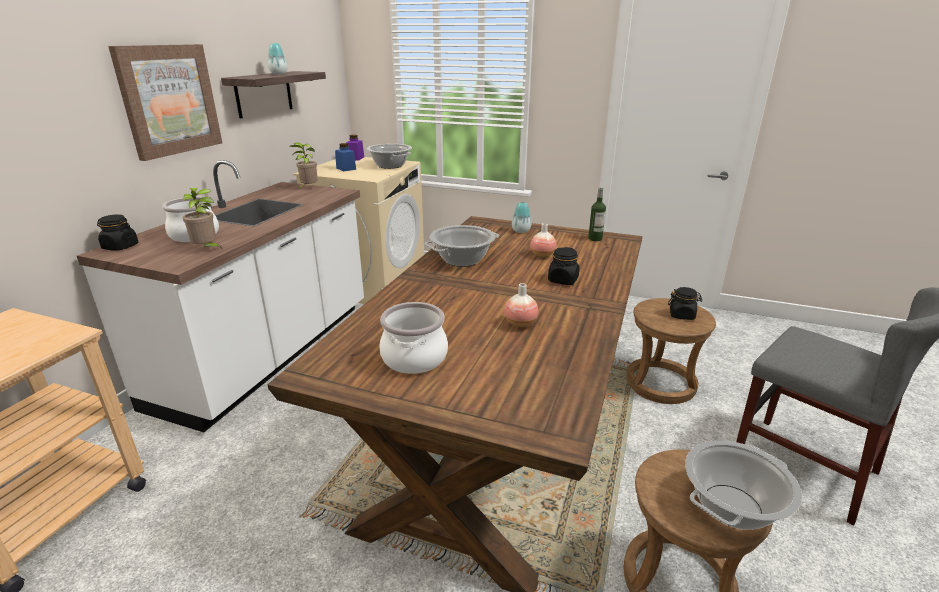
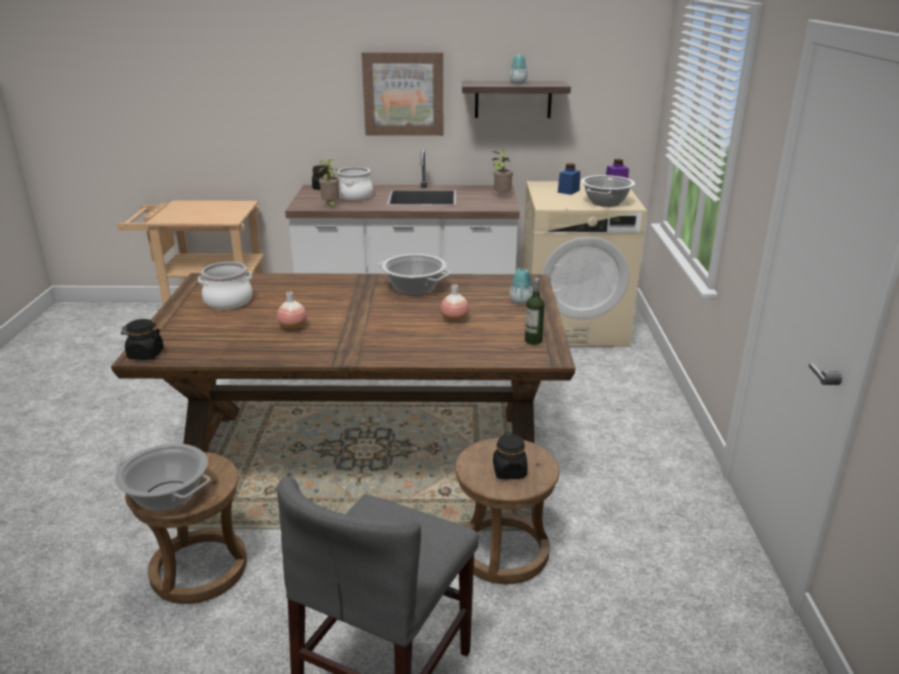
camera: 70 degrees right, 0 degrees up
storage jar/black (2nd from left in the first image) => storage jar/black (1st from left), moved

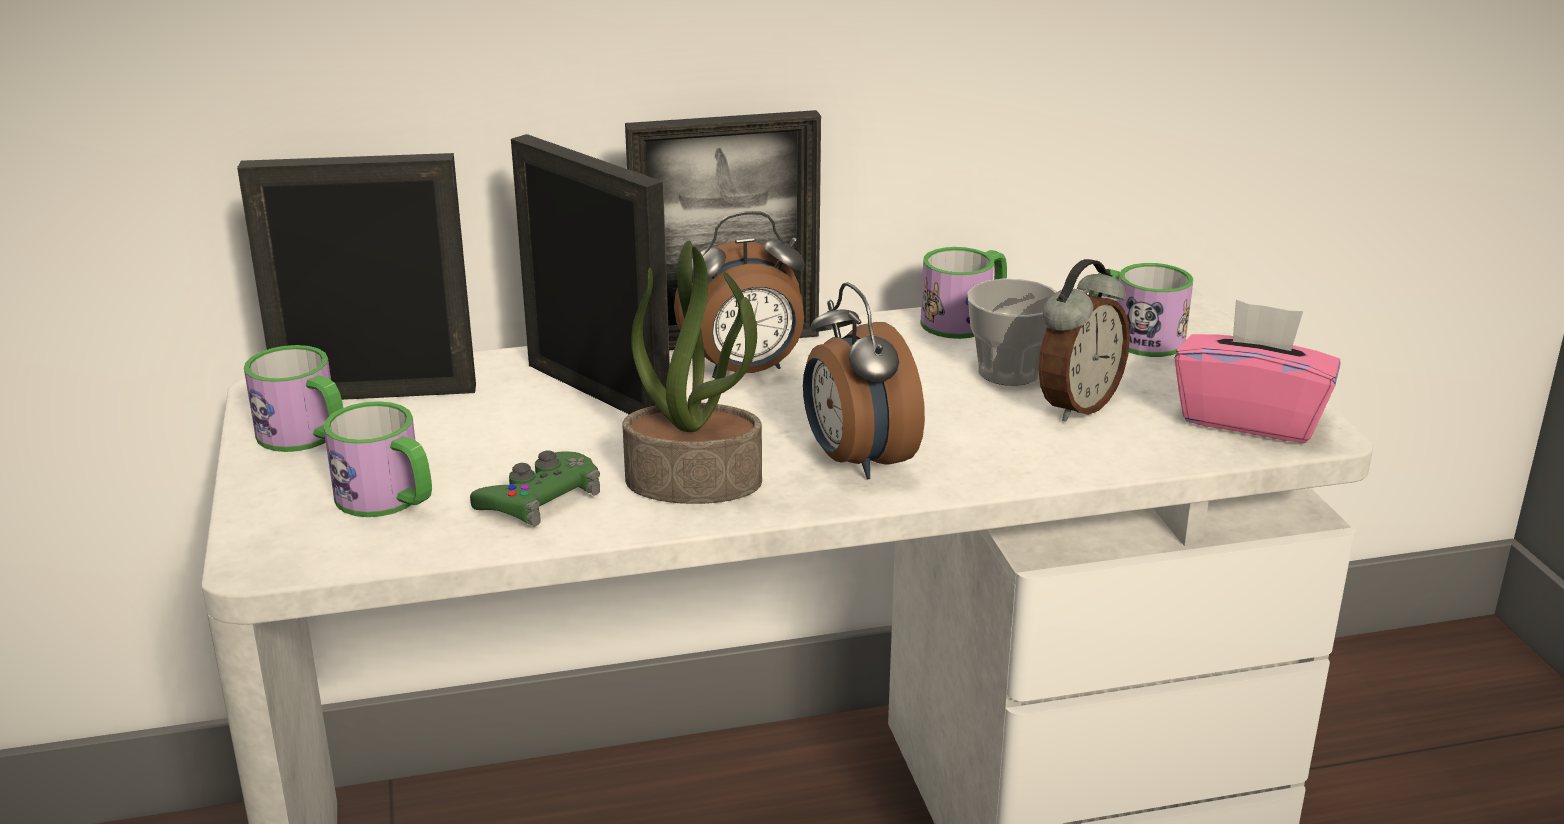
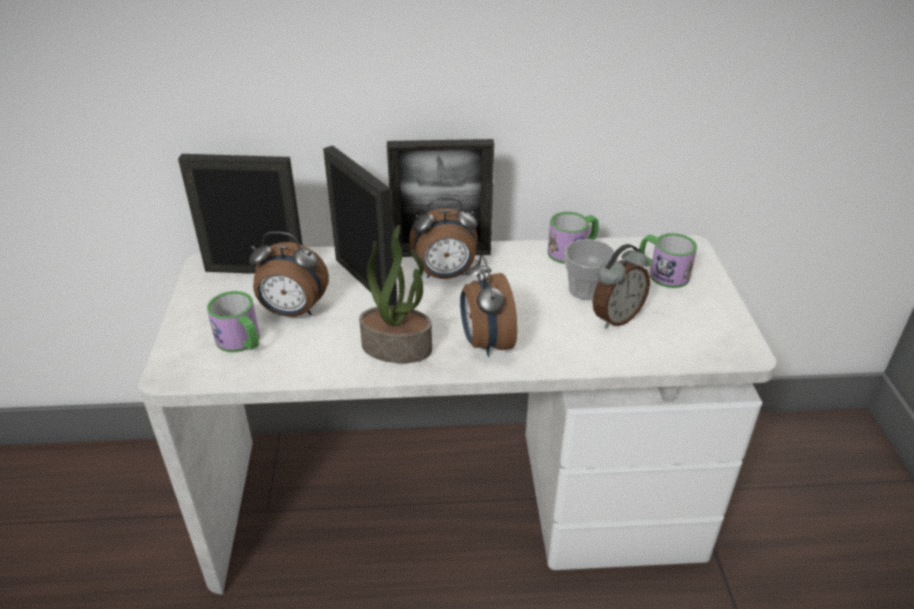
camera: 10 degrees right, 10 degrees up
nothing => table clock (1st from left)
coffee mug (1st from left) => nothing
joypad/greenish => nothing
box of tissues/pinkish => nothing

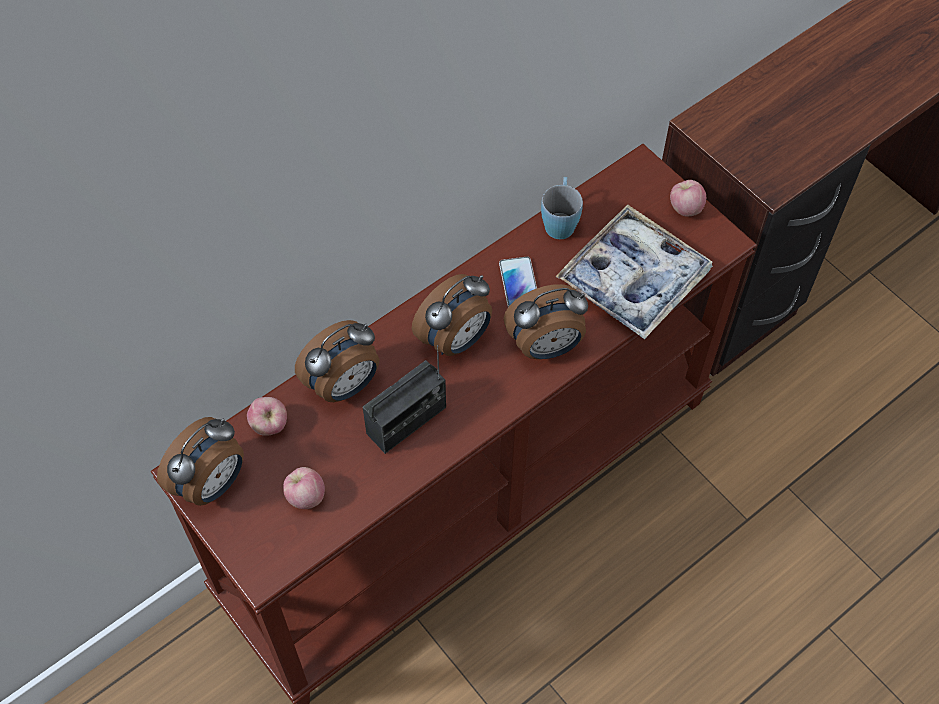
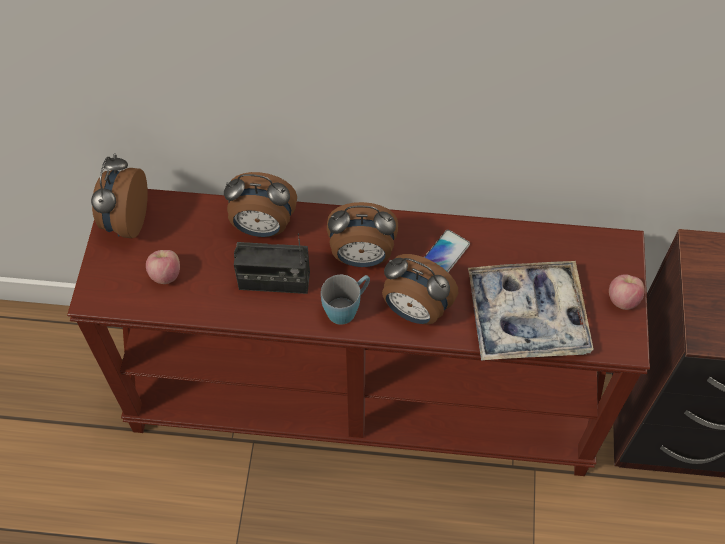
camera: 45 degrees right, 0 degrees up
table clock (1st from left), 105 degrees clockwise
coffee mug/blue, moved
apple fruit (1st from left) => nothing

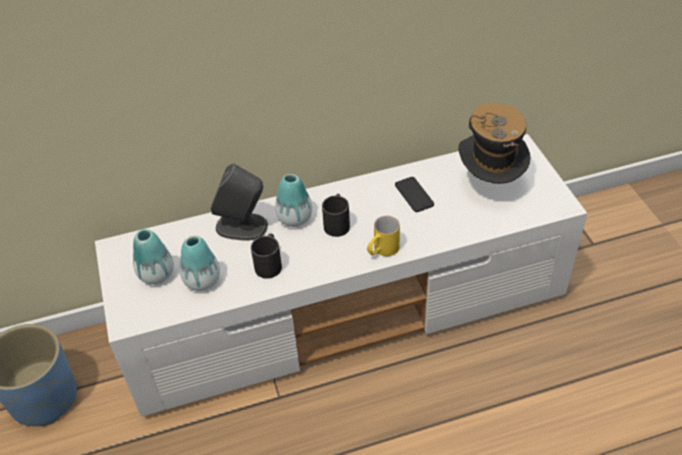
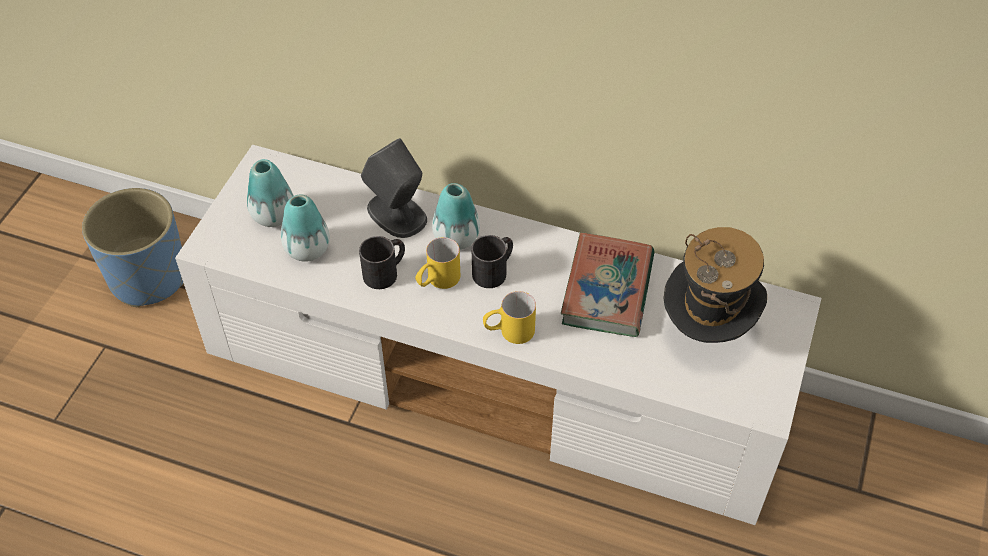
camera: 35 degrees right, 5 degrees up
nothing => coffee mug/yellowish (1st from left)
phone => volume

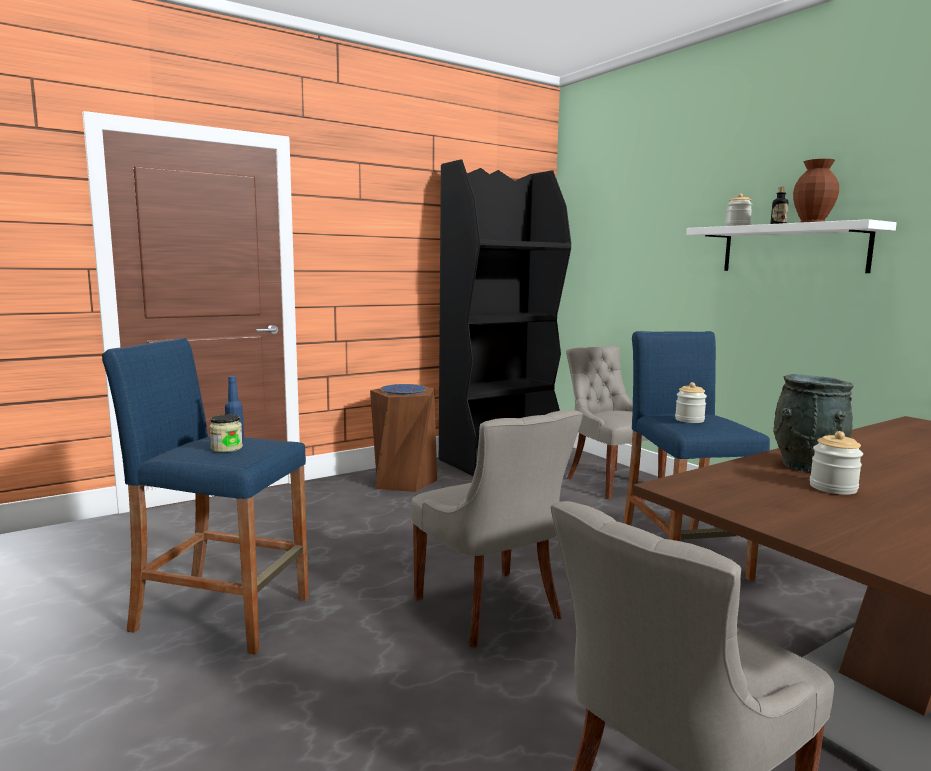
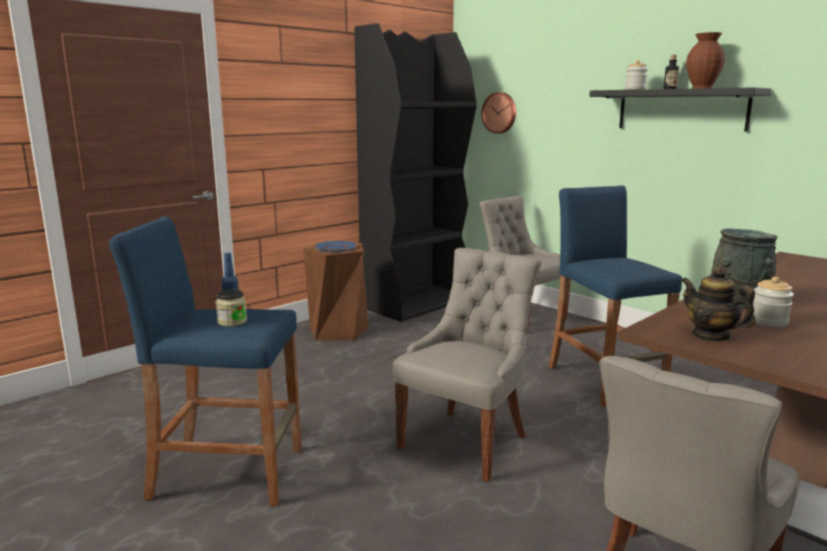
camera: 10 degrees left, 5 degrees up
plain chair/grey (1st from left), 105 degrees counterclockwise
nothing => wall clock
bracket shelf/whitish => bracket shelf/black
nothing => pot for tea
storage jar (2nd from left) => nothing

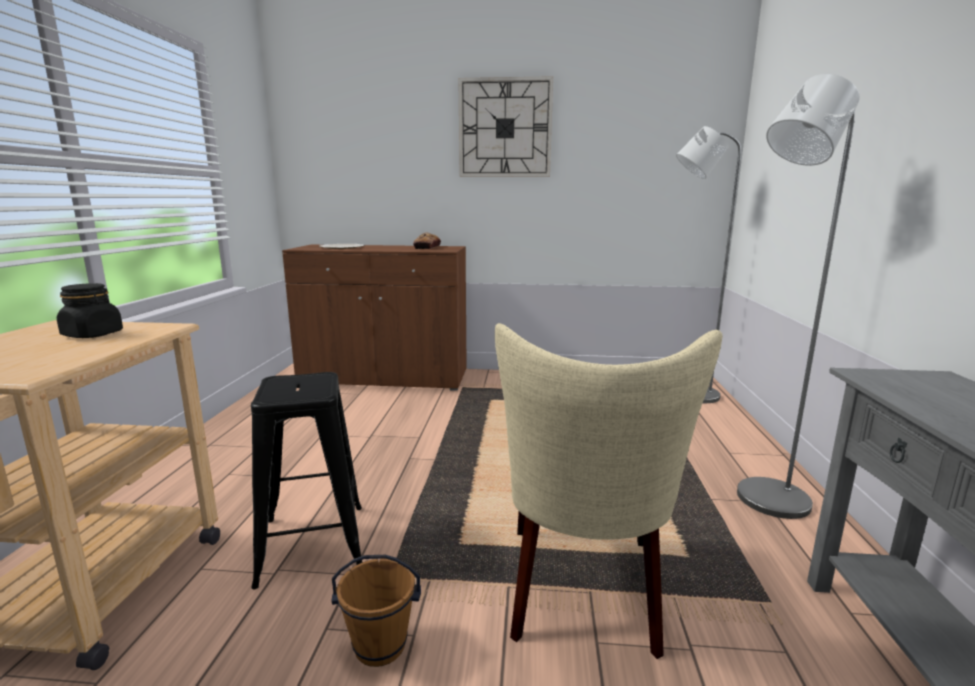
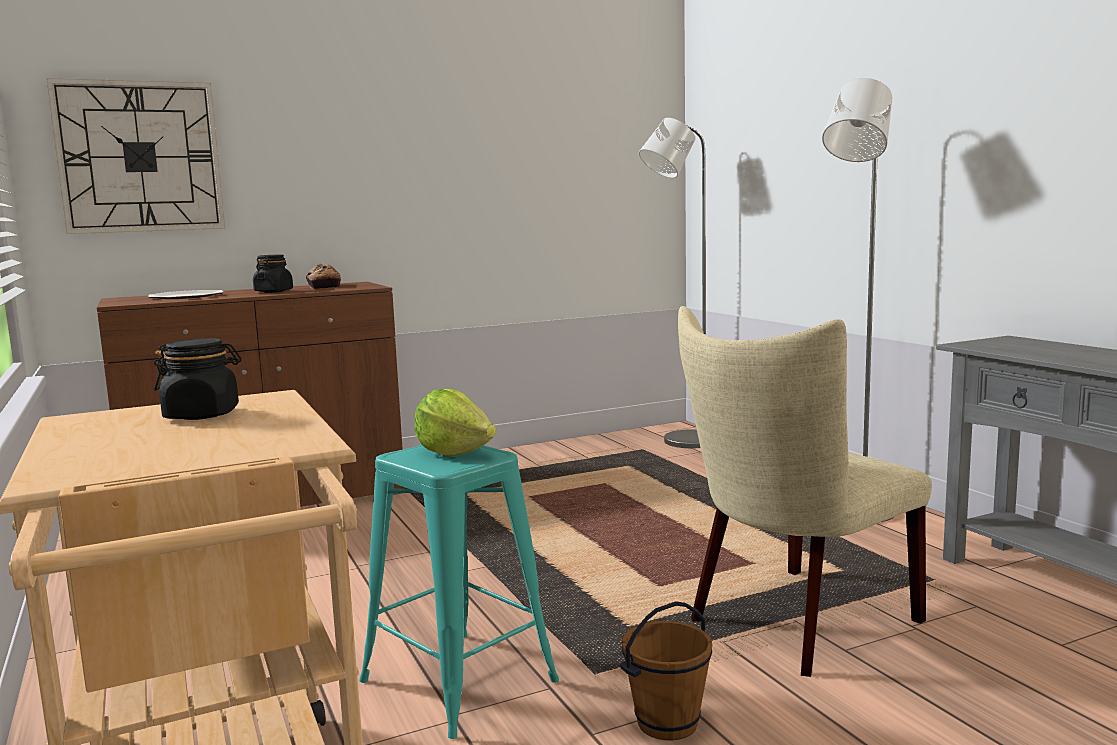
camera: 30 degrees left, 5 degrees down
wall clock, moved
nothing => storage jar/black (2nd from left)
stool/black => stool/blue-green
nothing => head of lettuce
plain chair/beige, 75 degrees clockwise

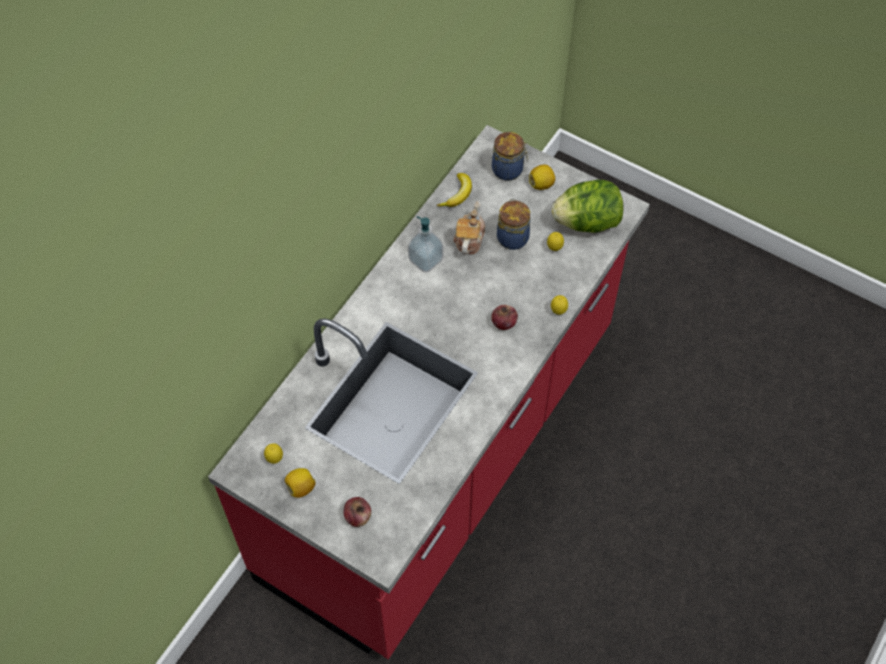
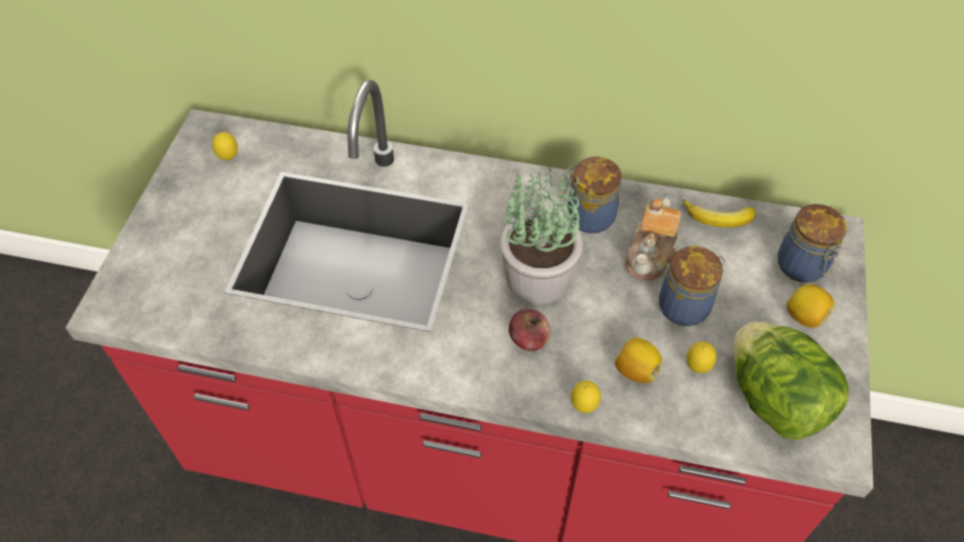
camera: 70 degrees right, 5 degrees down
nothing => houseplant
soap dispenser => storage jar (1st from left)
lemon (2nd from left in the first image) => lemon (3rd from left), moved
pot for tea, 120 degrees clockwise
apple fruit (1st from left) => nothing

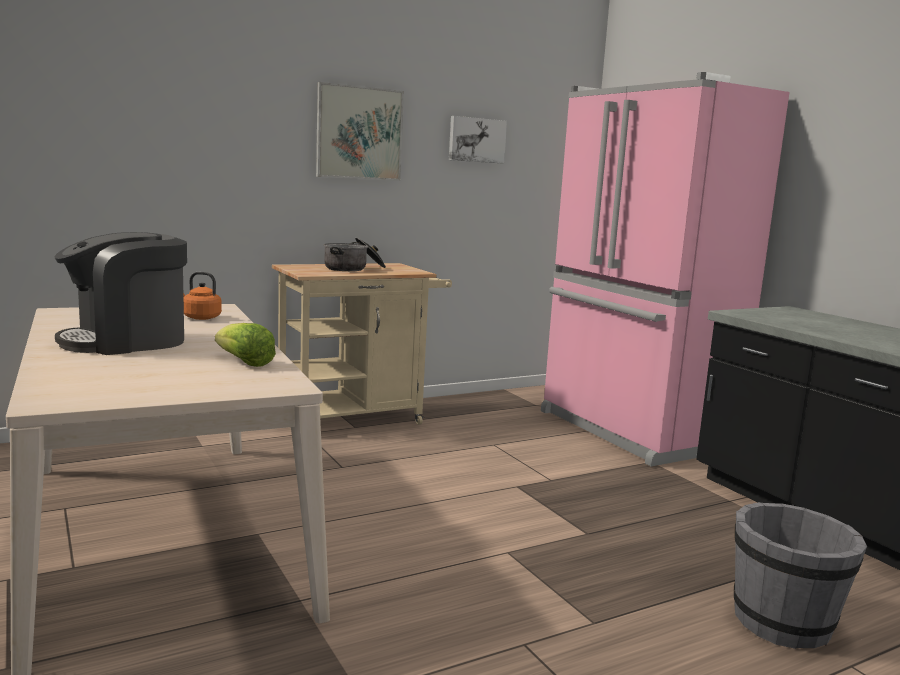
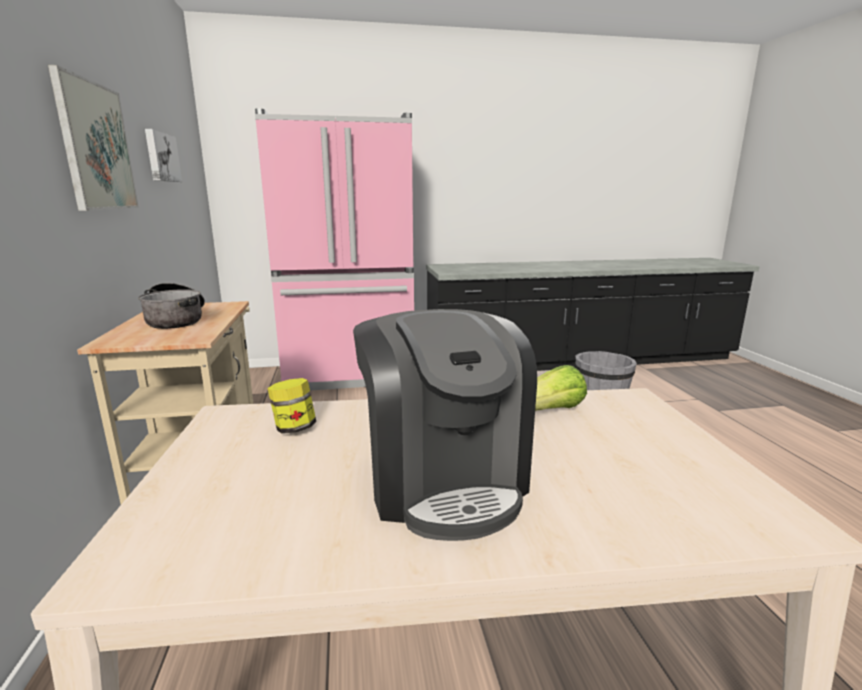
camera: 70 degrees left, 5 degrees up
water kettle/orange-coloured => storage jar

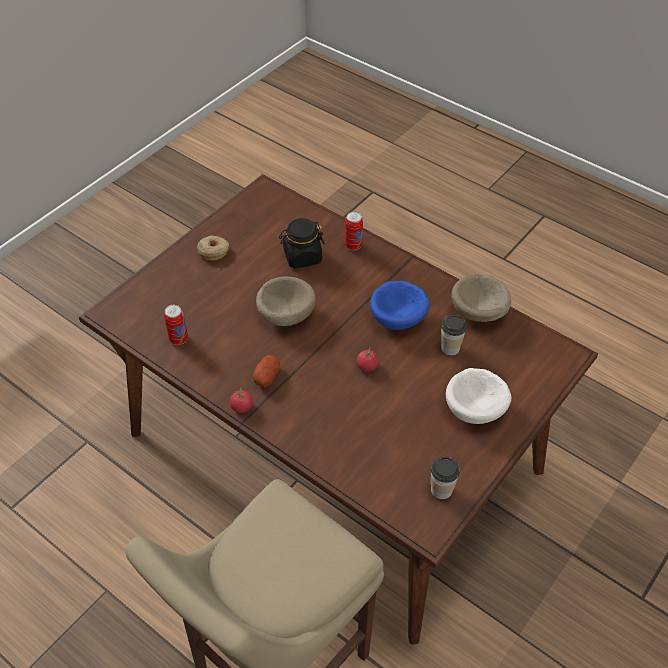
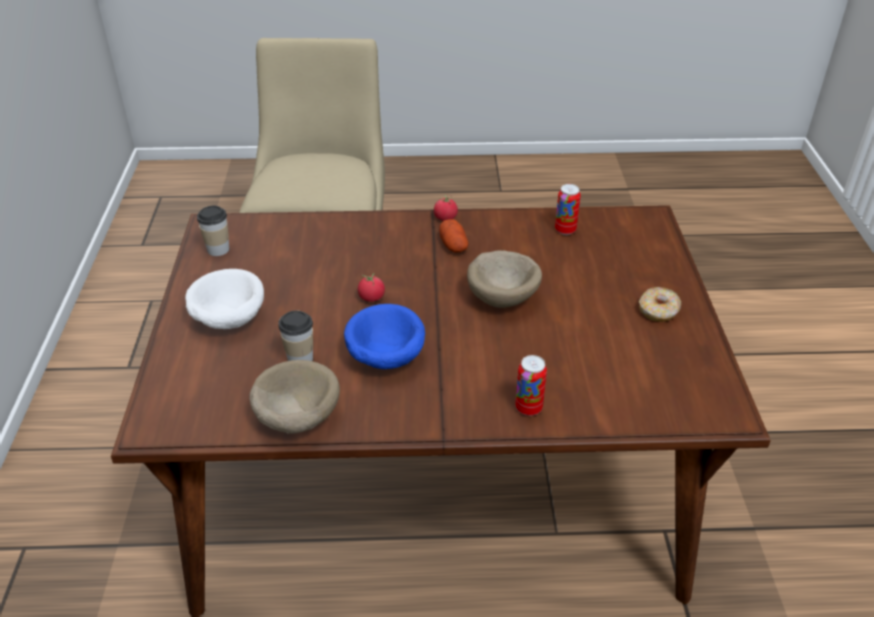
camera: 140 degrees right, 10 degrees down
storage jar/black => nothing

